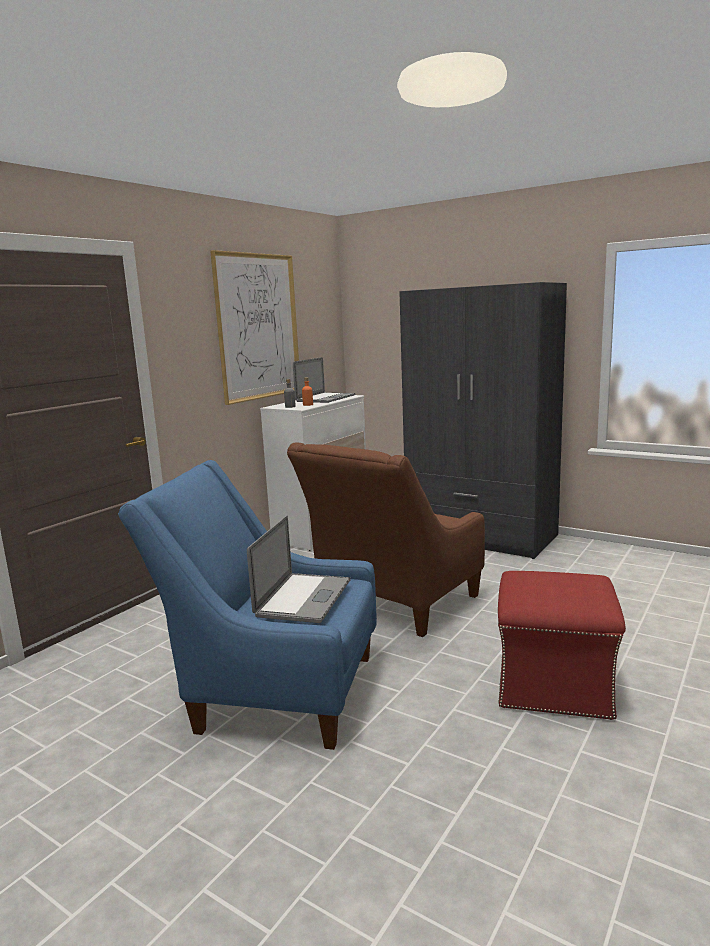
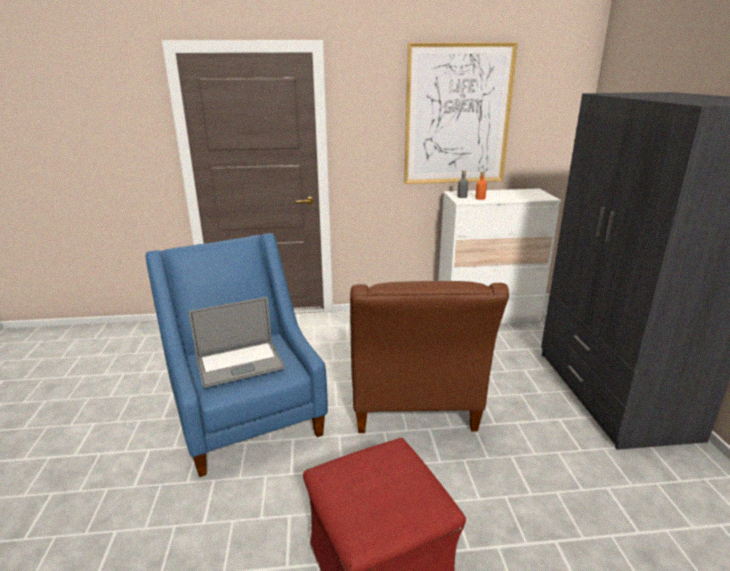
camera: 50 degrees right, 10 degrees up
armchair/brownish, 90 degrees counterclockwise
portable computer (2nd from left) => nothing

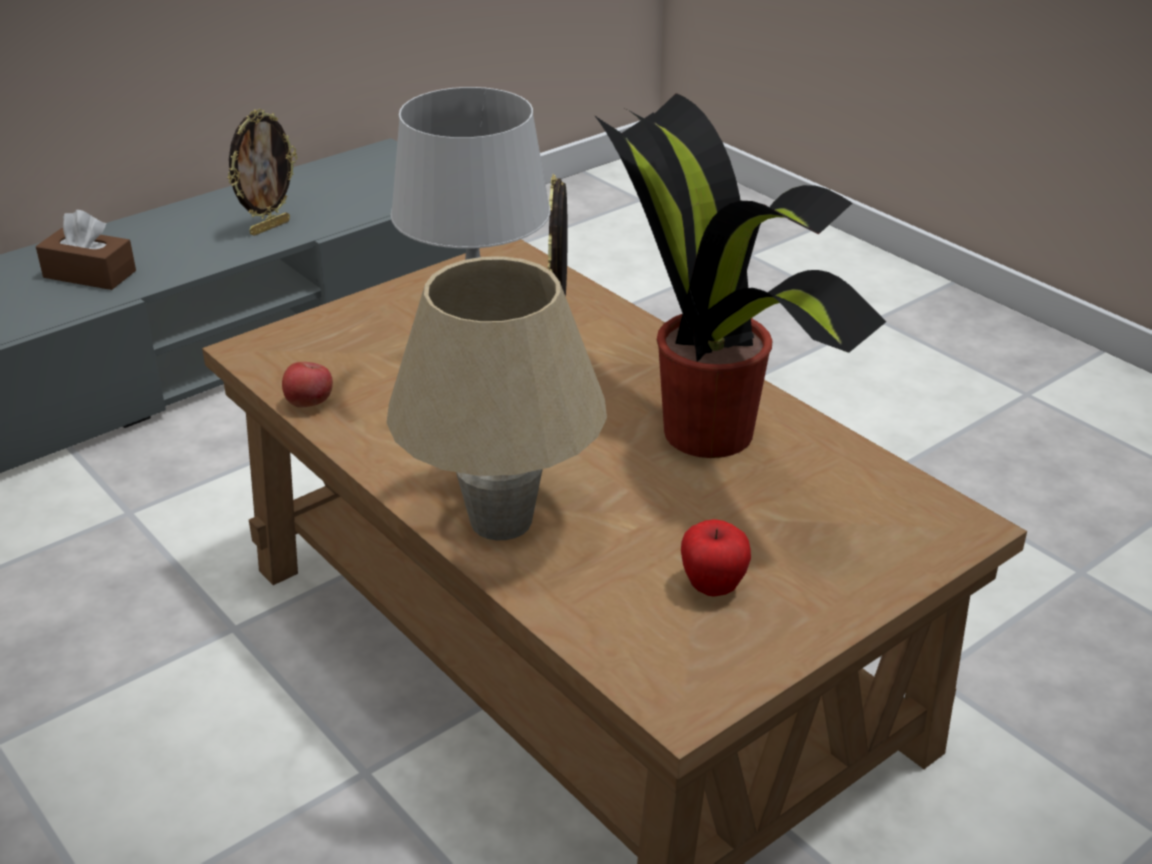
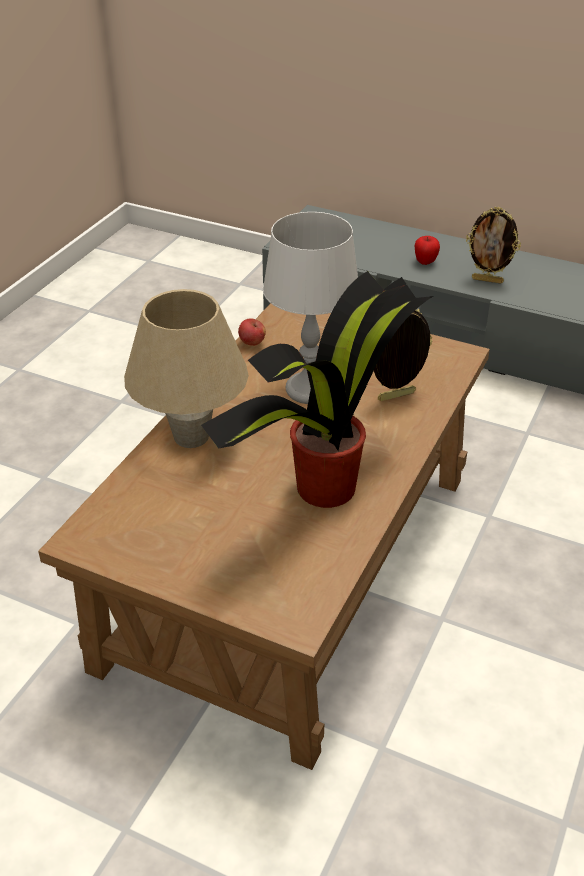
camera: 65 degrees right, 5 degrees up
apple fruit (2nd from left), moved
box of tissues/brownish => nothing

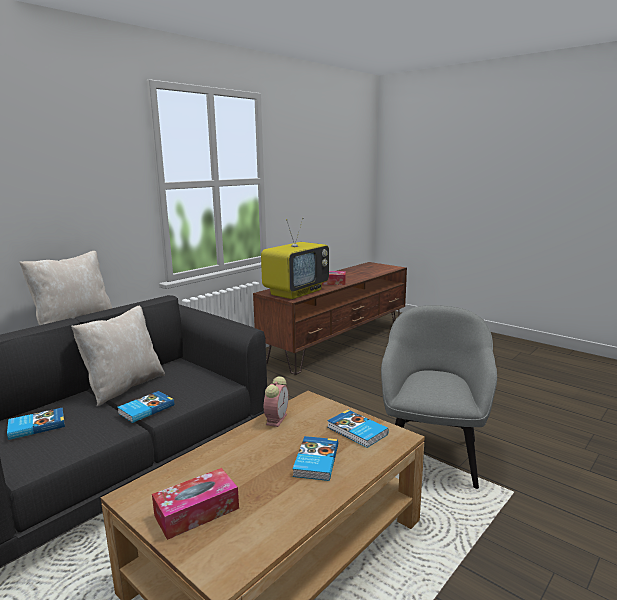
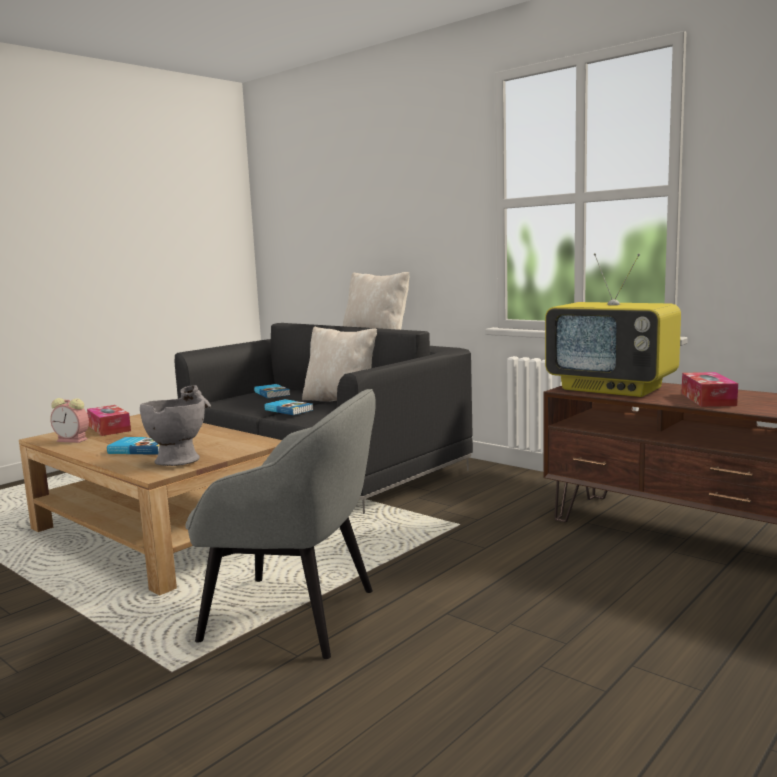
camera: 90 degrees right, 5 degrees down
table clock, moved
volume (4th from left) => vase/grey

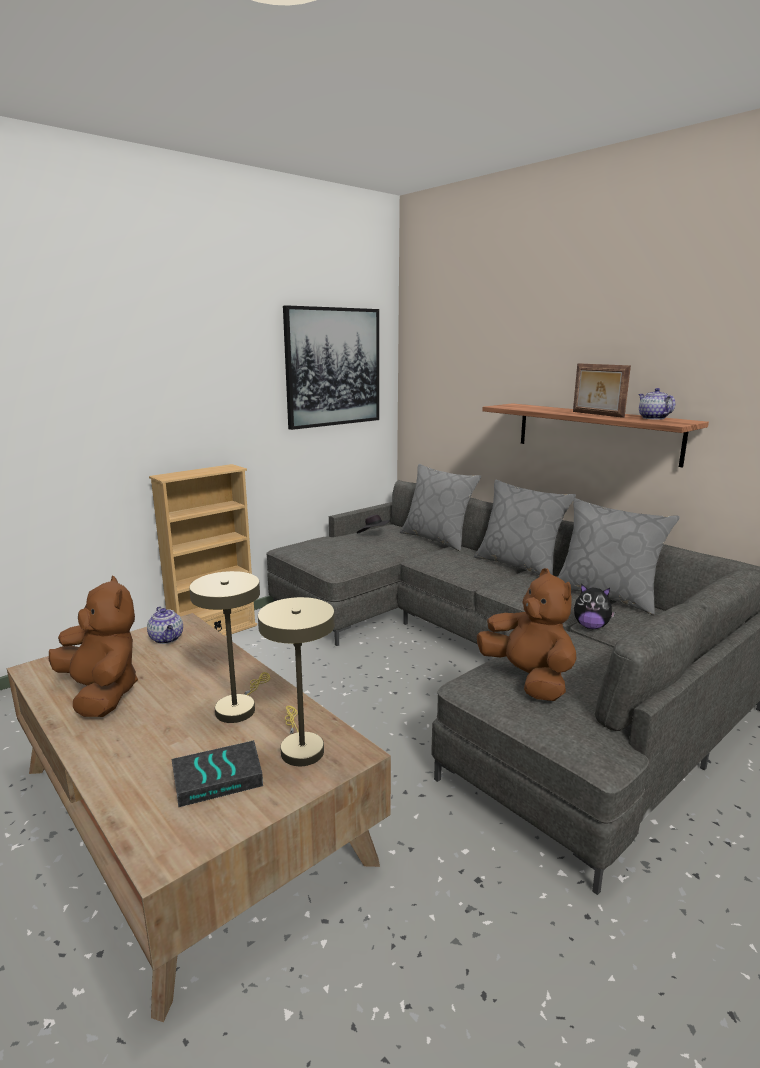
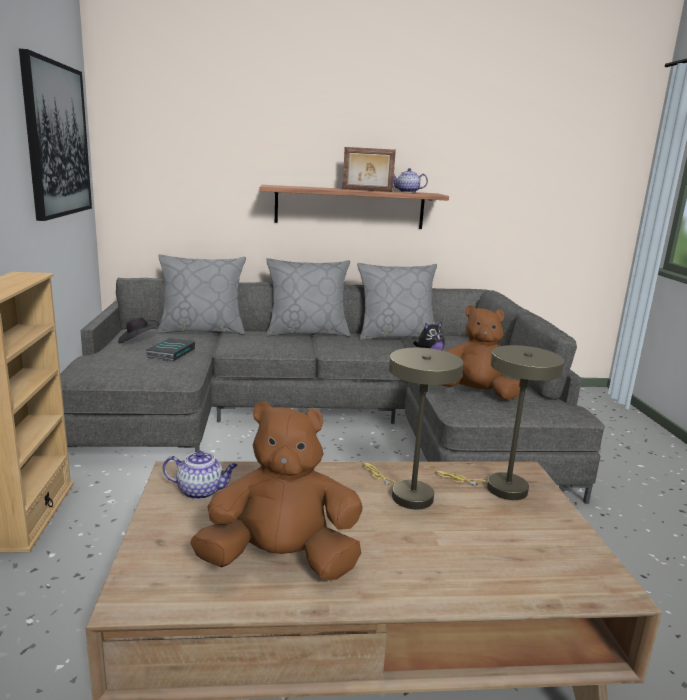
camera: 55 degrees left, 0 degrees up
volume, moved

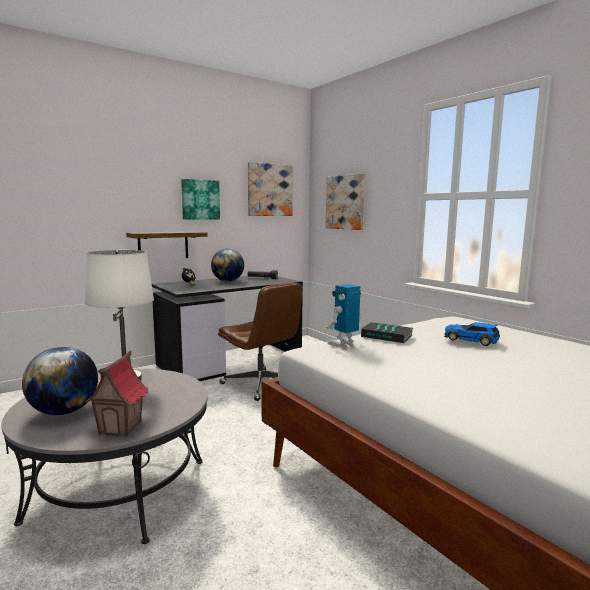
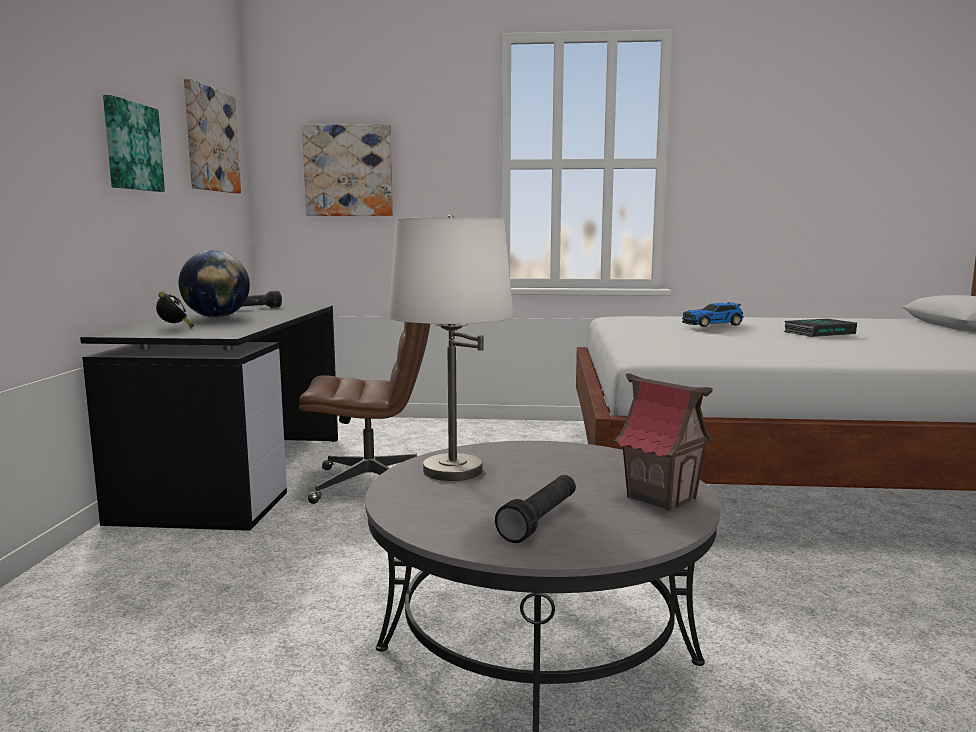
camera: 50 degrees left, 0 degrees up
world globe (1st from left) => hand torch/black (2nd from left)
volume, moved
bracket shelf => nothing
robot figure => nothing

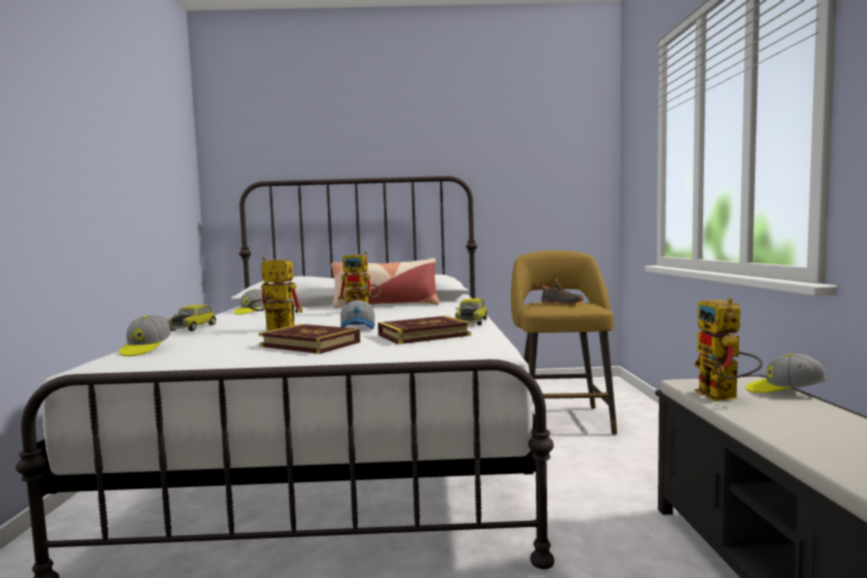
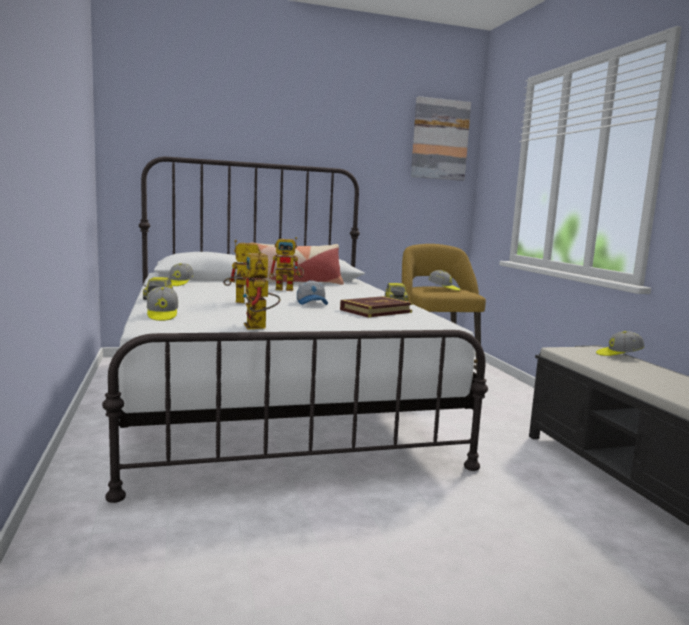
camera: 15 degrees left, 5 degrees up
robot figure (3rd from left in the first image) => robot figure (2nd from left), moved
nothing => wall art
item of footwear/black => baseball cap (4th from left)
volume (1st from left) => nothing

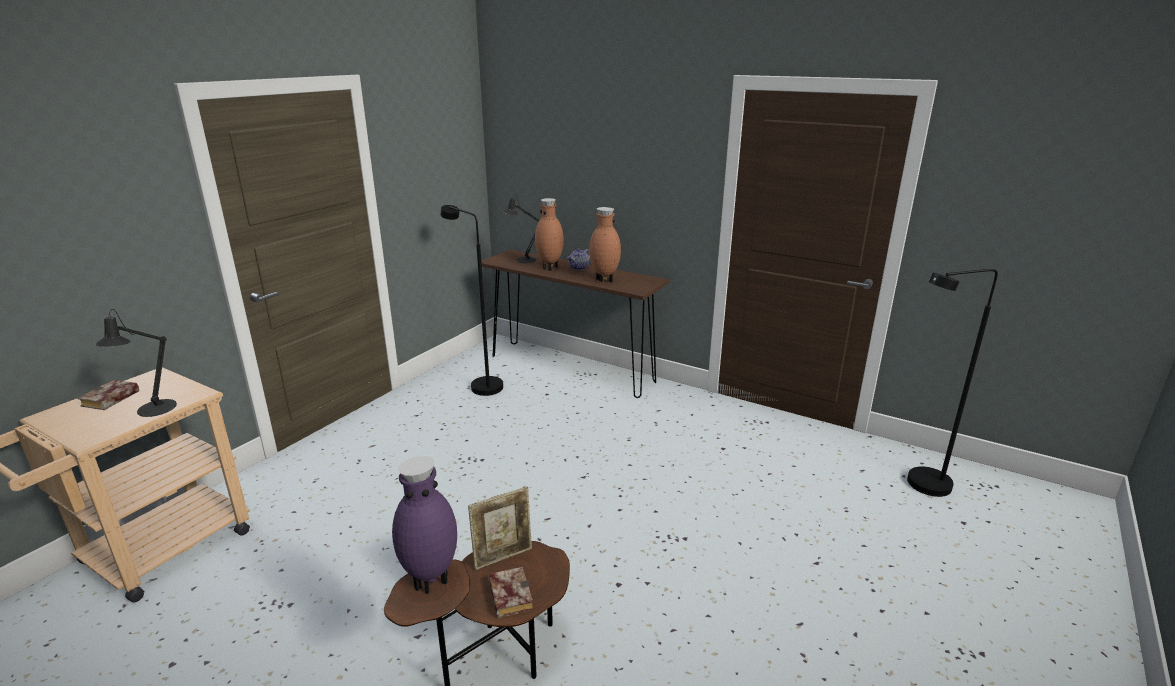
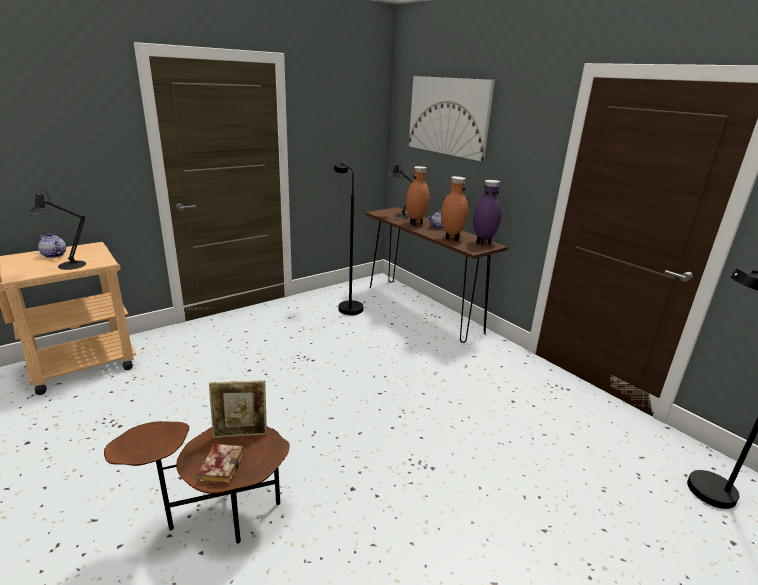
camera: 20 degrees right, 0 degrees up
volume (1st from left) => pot for tea (1st from left)
nothing => wall art
vase/purple, moved

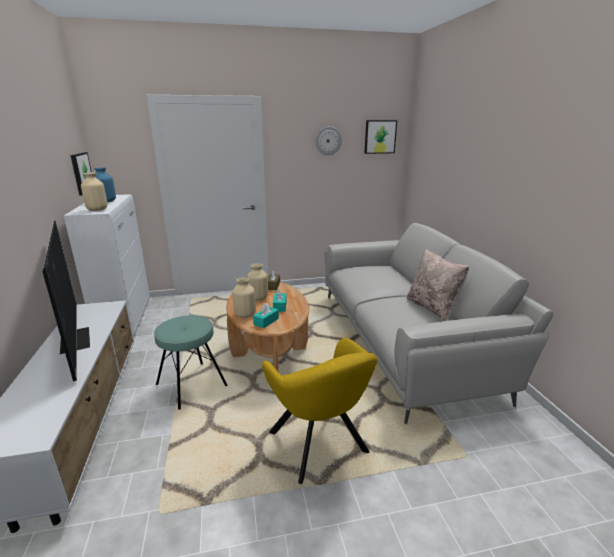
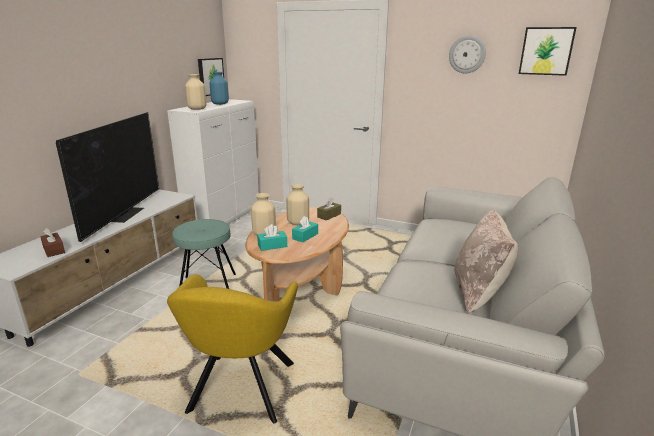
camera: 35 degrees right, 0 degrees up
nothing => box of tissues/brownish (1st from left)

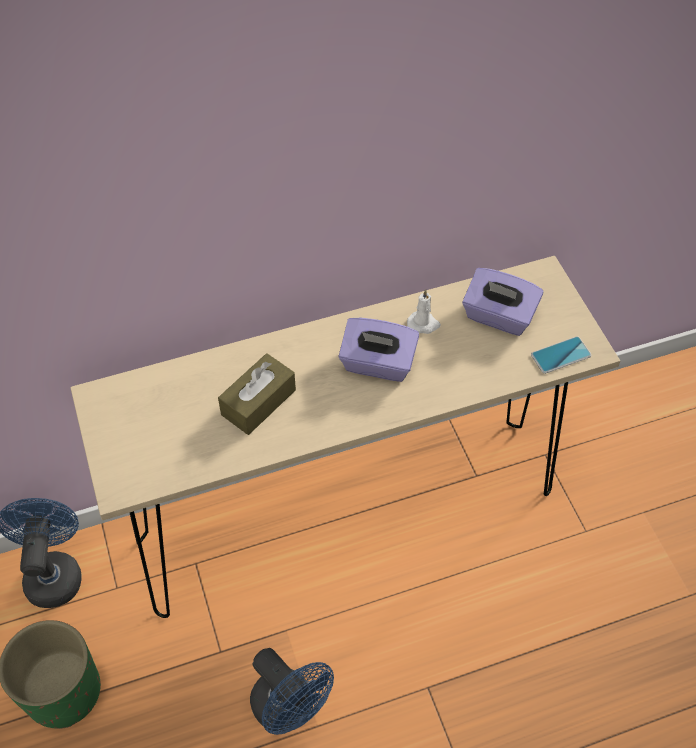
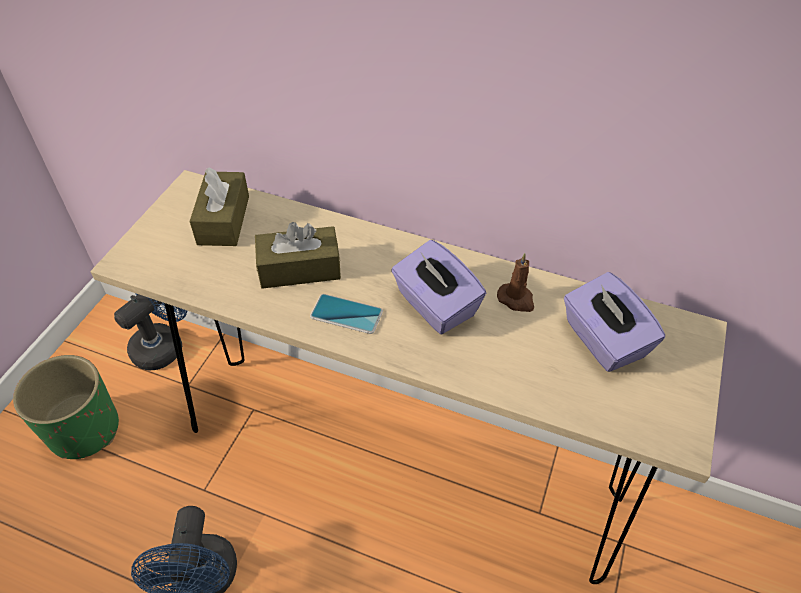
camera: 40 degrees right, 5 degrees down
nothing => box of tissues/brownish (1st from left)
phone, moved
wax light/whitish => wax light/brownish

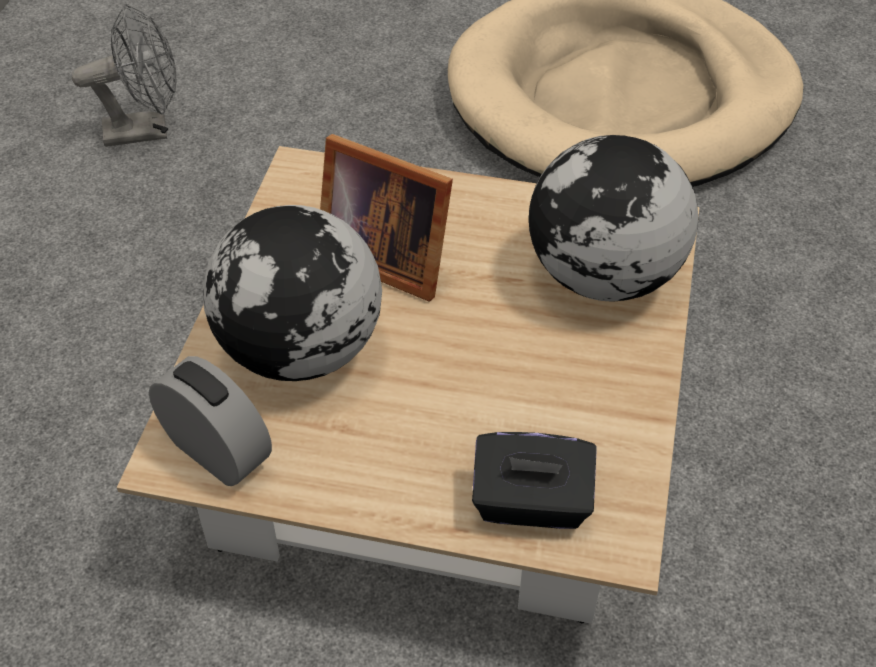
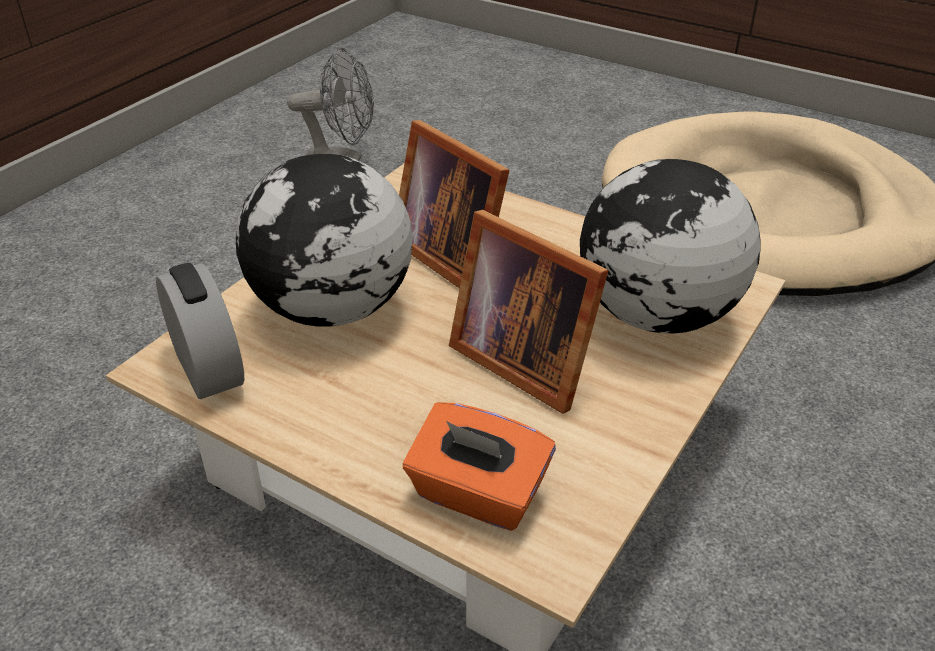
camera: 20 degrees right, 10 degrees down
box of tissues/black => box of tissues/orange-coloured
nothing => standing frame (2nd from left)

